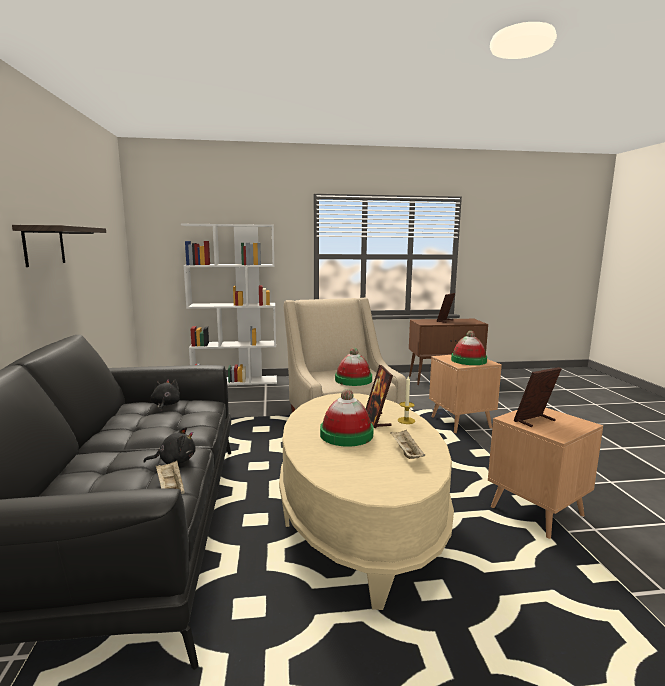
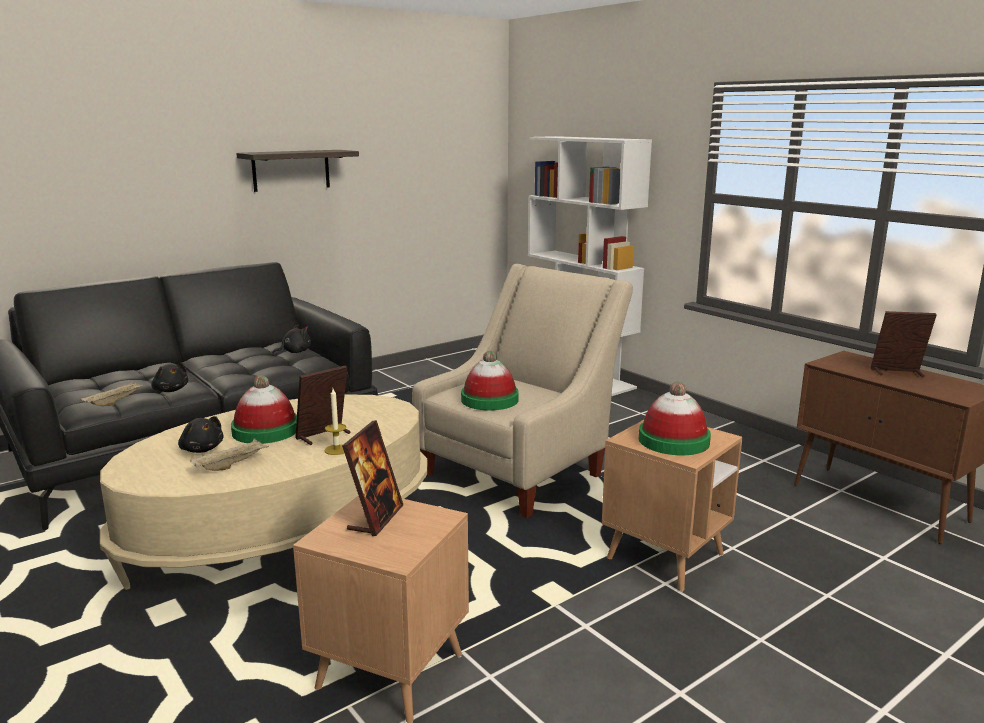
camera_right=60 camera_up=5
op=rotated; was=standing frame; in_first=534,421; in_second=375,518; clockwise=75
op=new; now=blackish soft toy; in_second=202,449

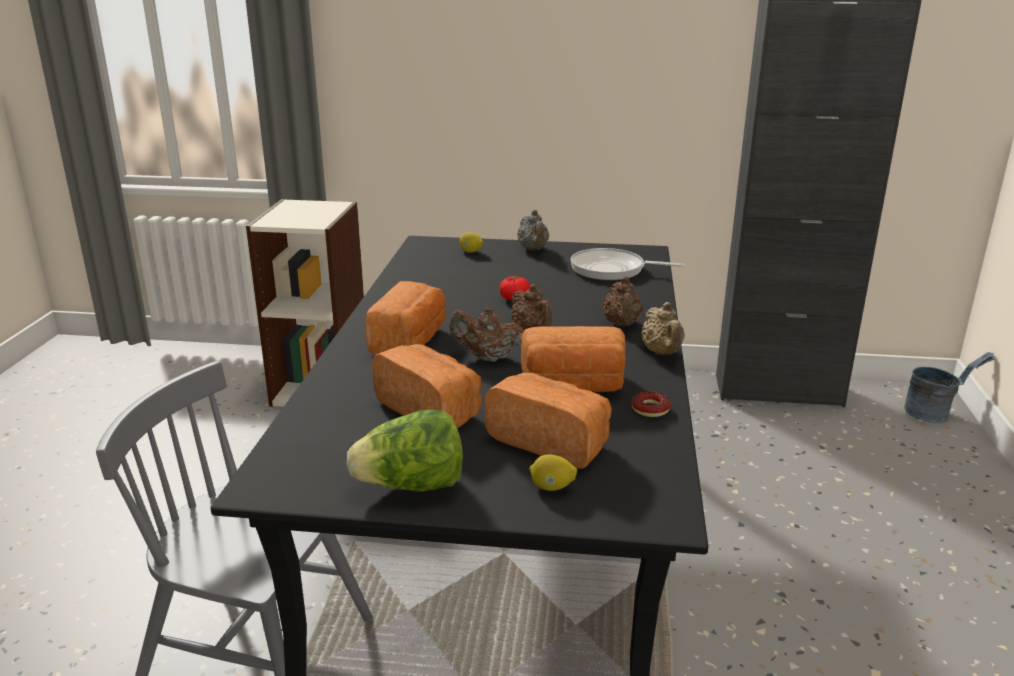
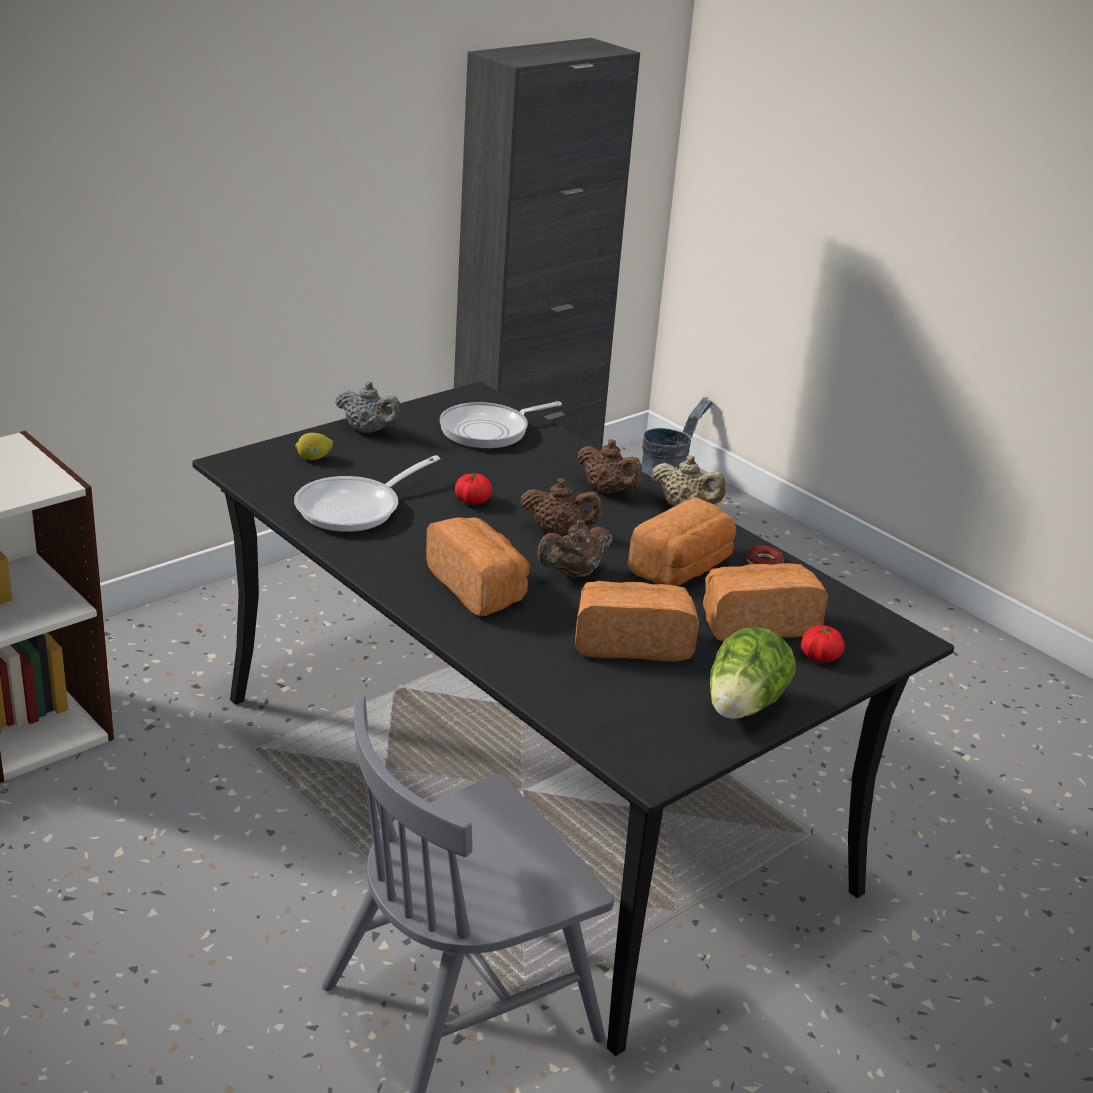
camera_right=-50 camera_up=5
op=swapped; was=lemon; now=tomato; in_first=552,487; in_second=820,657
op=new; now=skillet; in_second=356,508

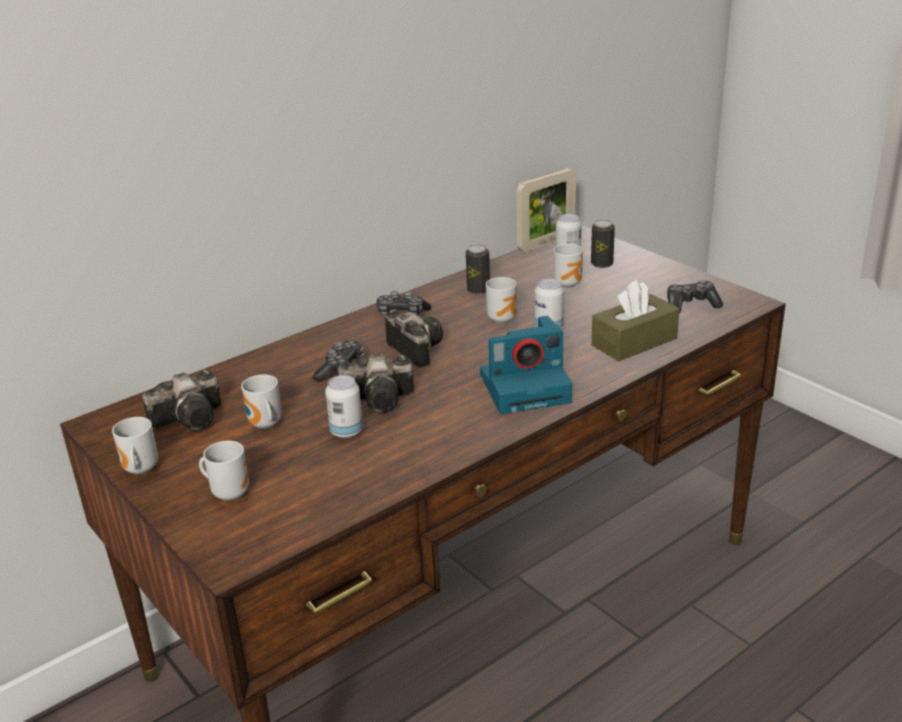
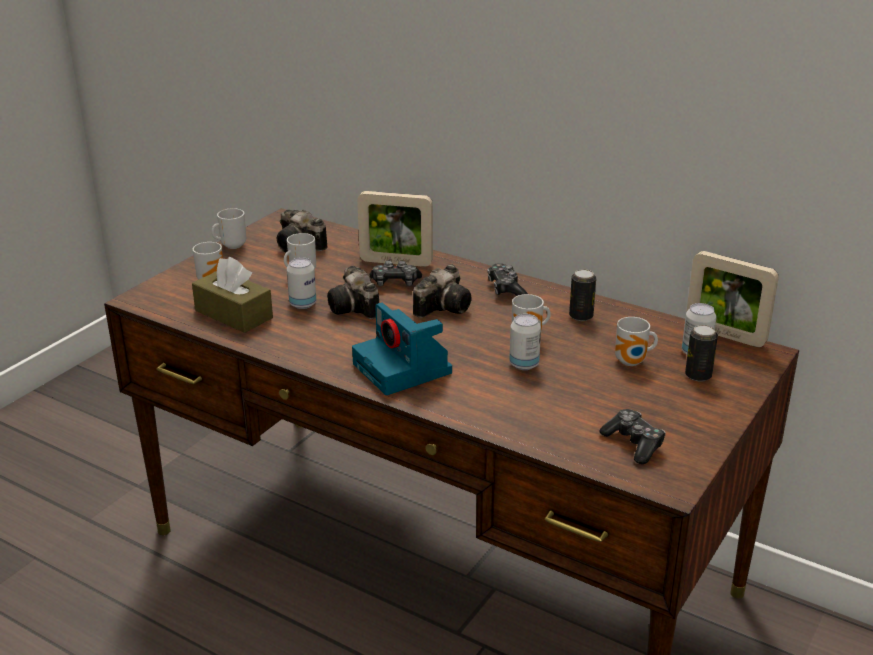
camera_right=70 camera_up=0
op=shifted; was=brown-coloured box of tissues; in_first=634,342; in_second=234,314
op=new; now=standing frame; in_second=396,262

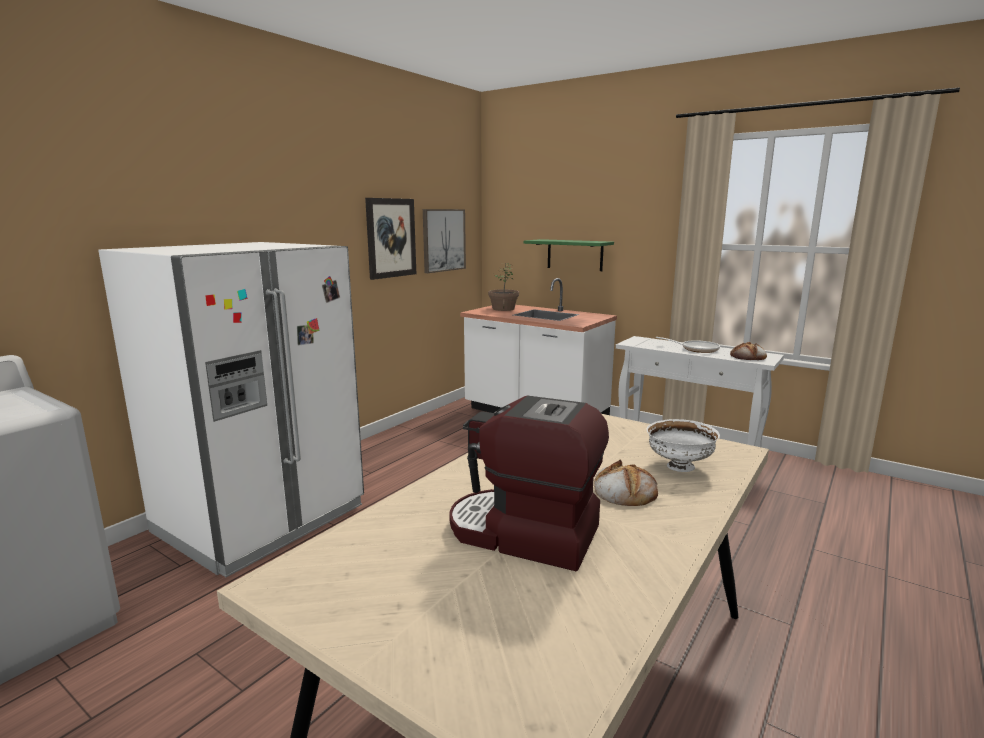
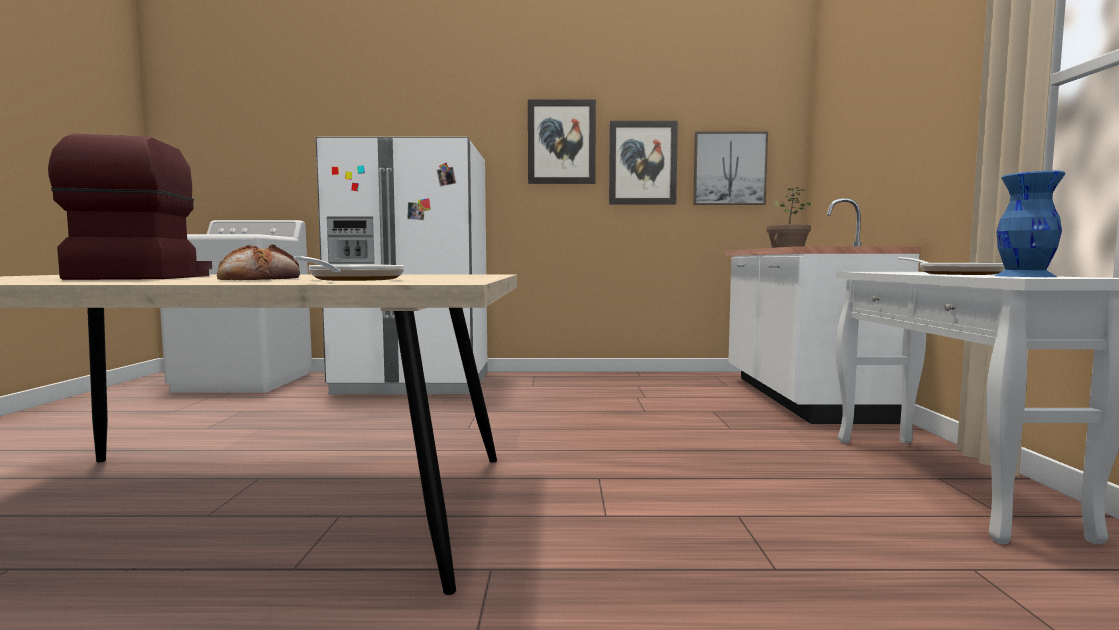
camera_right=55 camera_up=-10
op=gone; was=greenish wall shelf; in_first=574,255
op=swapped; was=bread; now=blue-coloured flower vase; in_first=748,356; in_second=1025,276
op=swapped; was=white deep dish; now=skillet; in_first=679,467; in_second=353,280
op=new; now=wall art; in_second=561,142

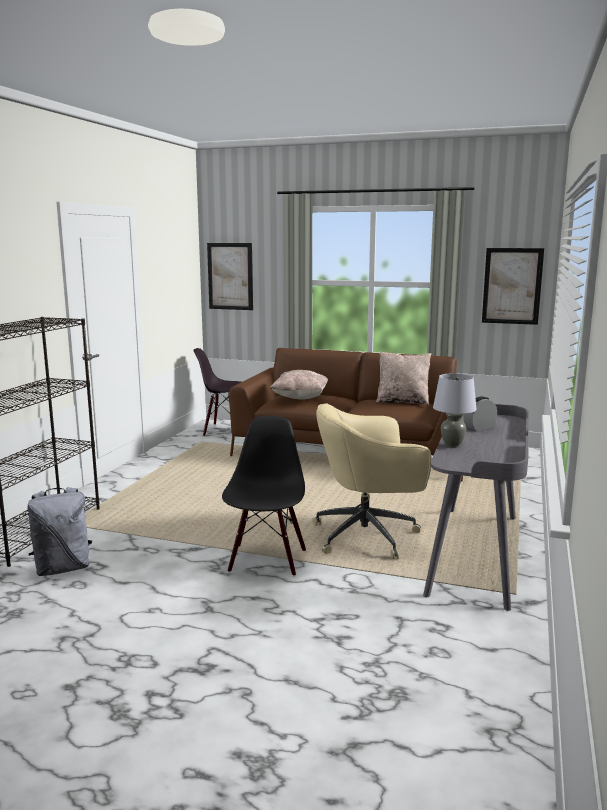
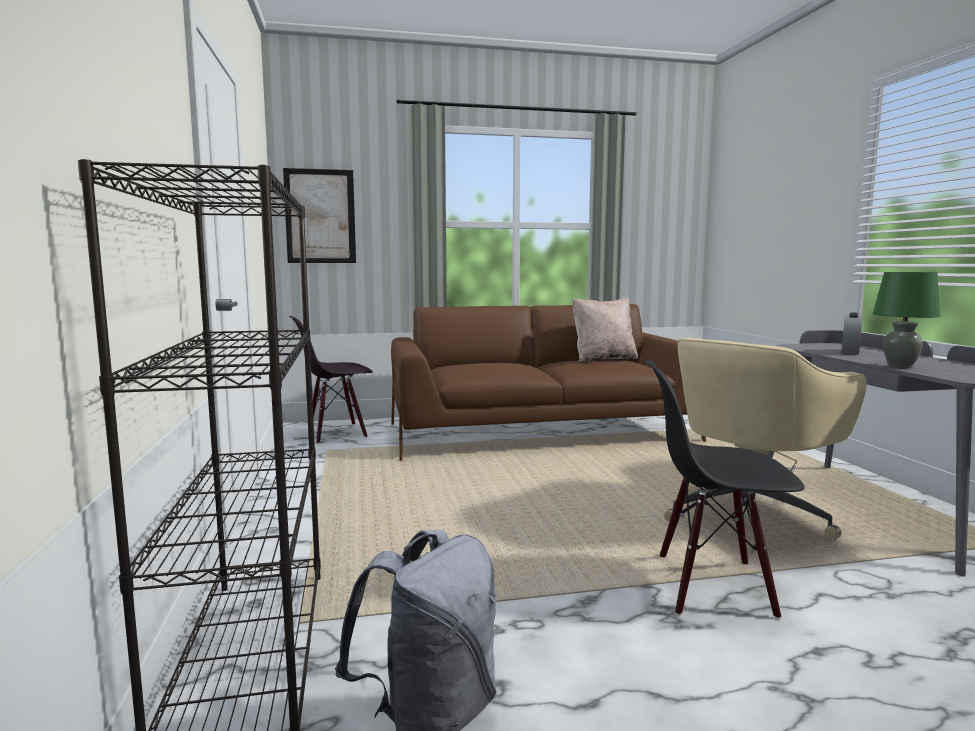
camera_right=-30 camera_up=-5
op=gone; was=wall art; in_first=512,286
op=gone; was=beige-coloured throw pillow; in_first=300,398
op=repainted; was=grey tabletop lamp; now=greenish tabletop lamp; in_first=452,445; in_second=900,366
op=rotated; was=blackish upright chair; in_first=266,560; in_second=713,586; clockwise=-60

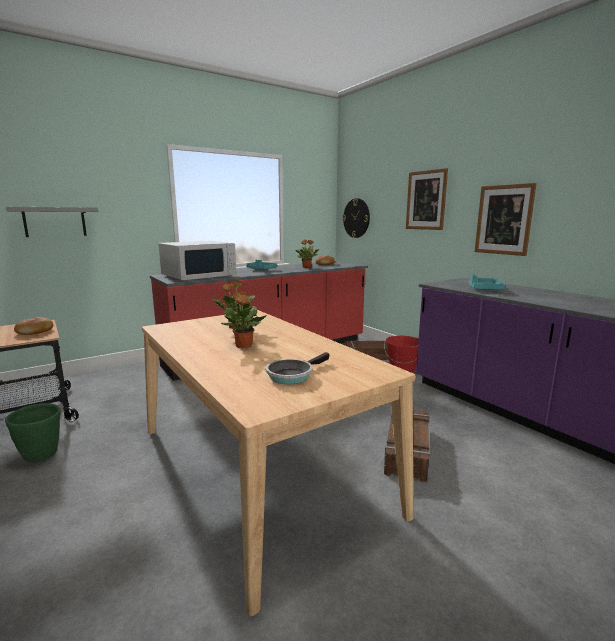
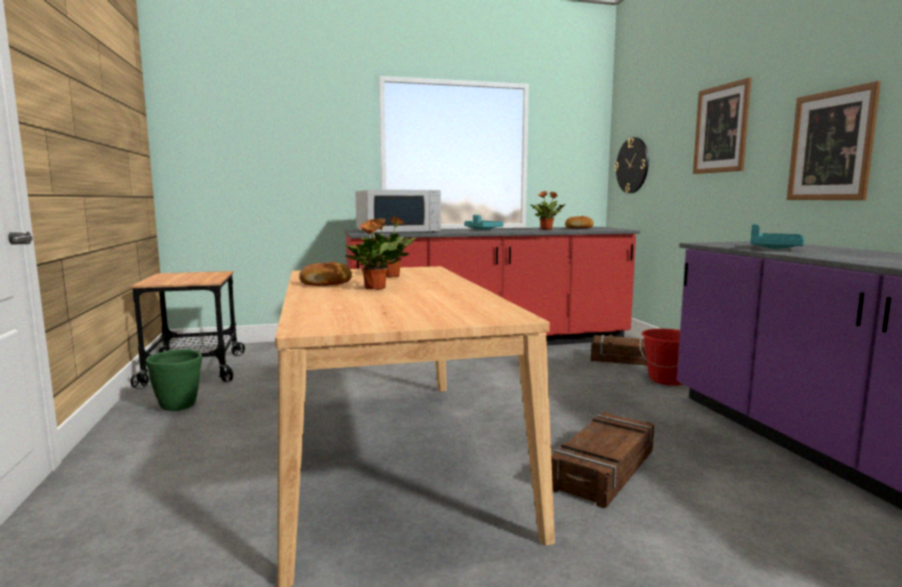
camera_right=20 camera_up=-5
op=gone; was=grey wall shelf; in_first=55,222
op=shifted; was=bread; in_first=35,331; in_second=327,283
op=gone; was=skillet; in_first=292,375

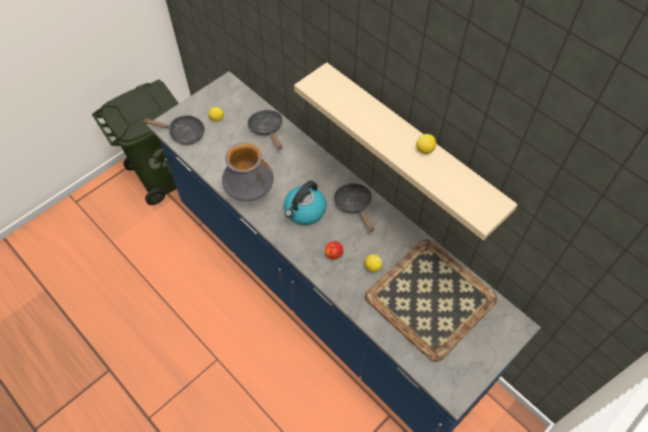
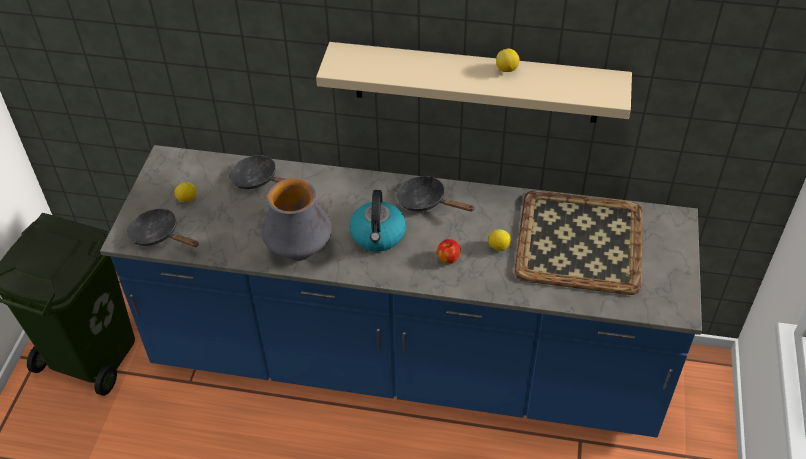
camera_right=-35 camera_up=-10
op=rotated; was=blackish skillet; in_first=183,133; in_second=159,235; clockwise=-120

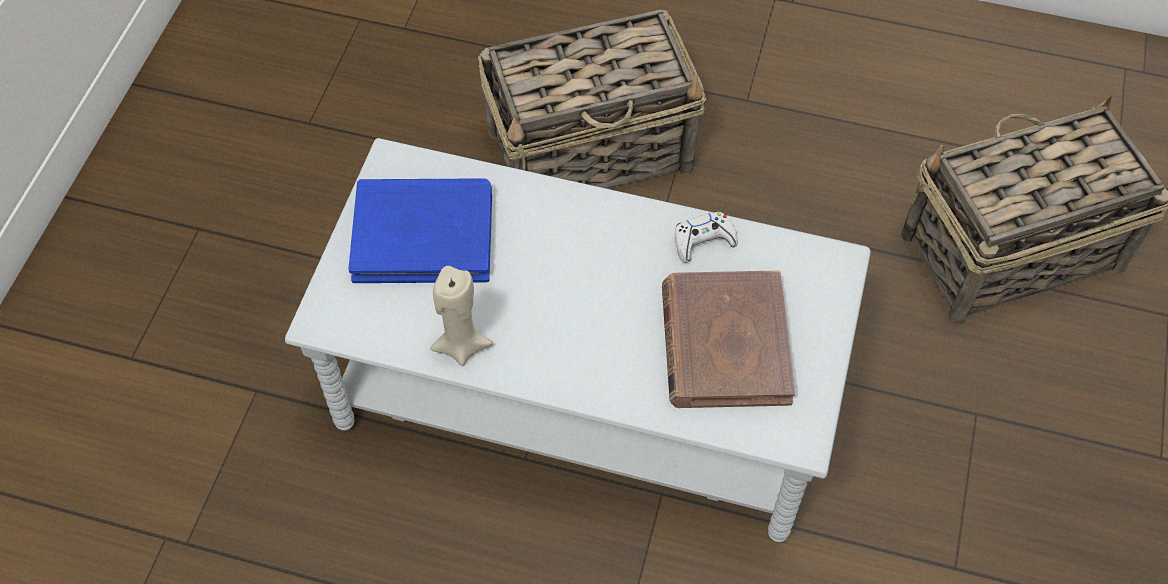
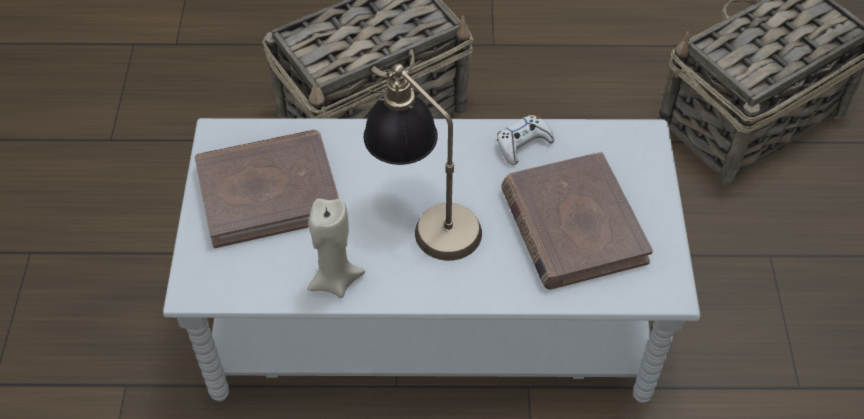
camera_right=-15 camera_up=-5
op=repainted; was=blue-coloured bound book; now=brown-coloured bound book; in_first=423,234; in_second=268,191
op=new; now=tabletop lamp; in_second=424,217

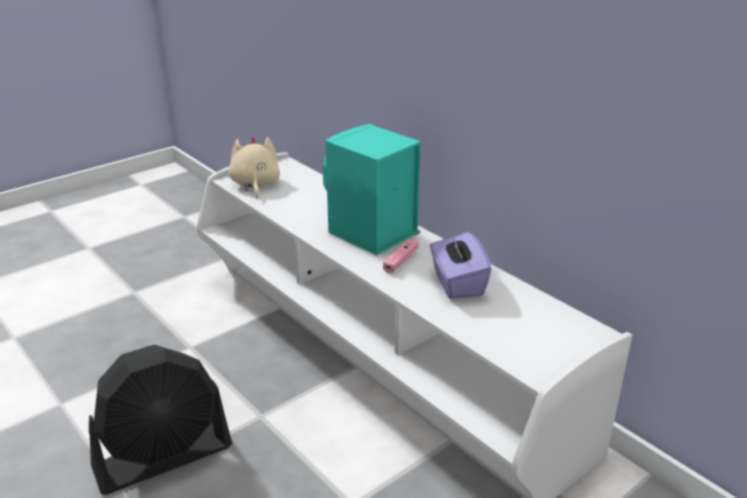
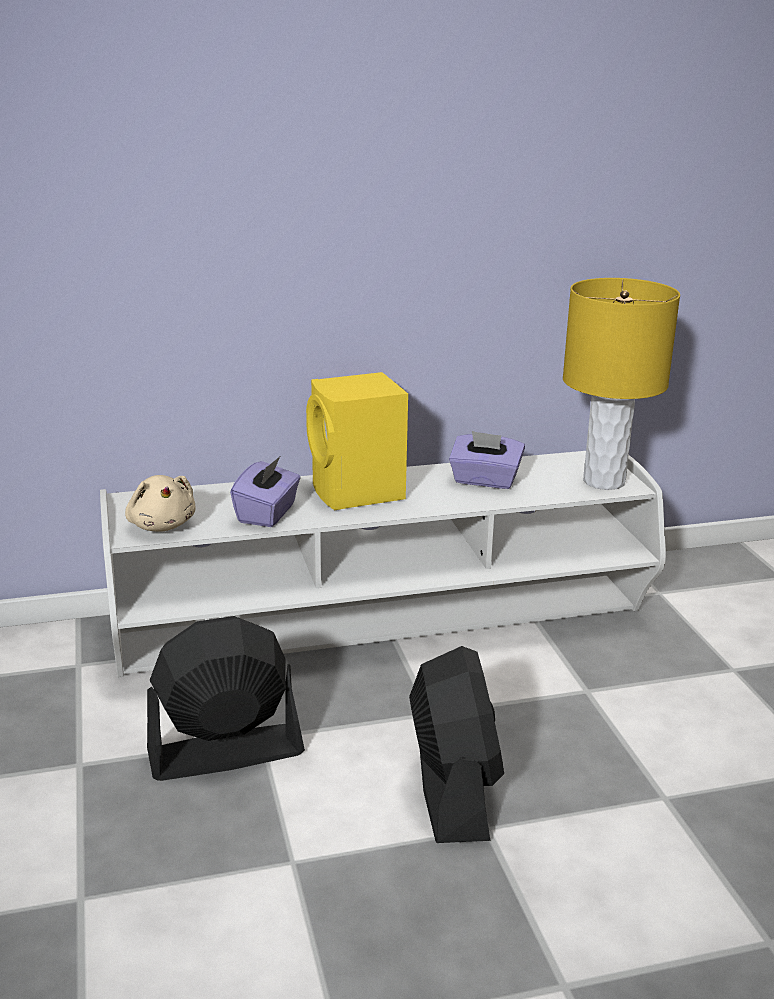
camera_right=-65 camera_up=-5
op=repainted; was=blue-green speaker; now=yellow-coloured speaker; in_first=369,234; in_second=358,493
op=rotated; was=beige-coloured soft toy; in_first=255,184; in_second=162,525; clockwise=-135
op=gone; was=pink-coloured gamepad; in_first=400,261
op=new; now=yellow-coloured tabletop lamp; in_second=603,481
op=new; now=purple box of tissues; in_second=267,513
op=new; now=blackish fan; in_second=225,752

